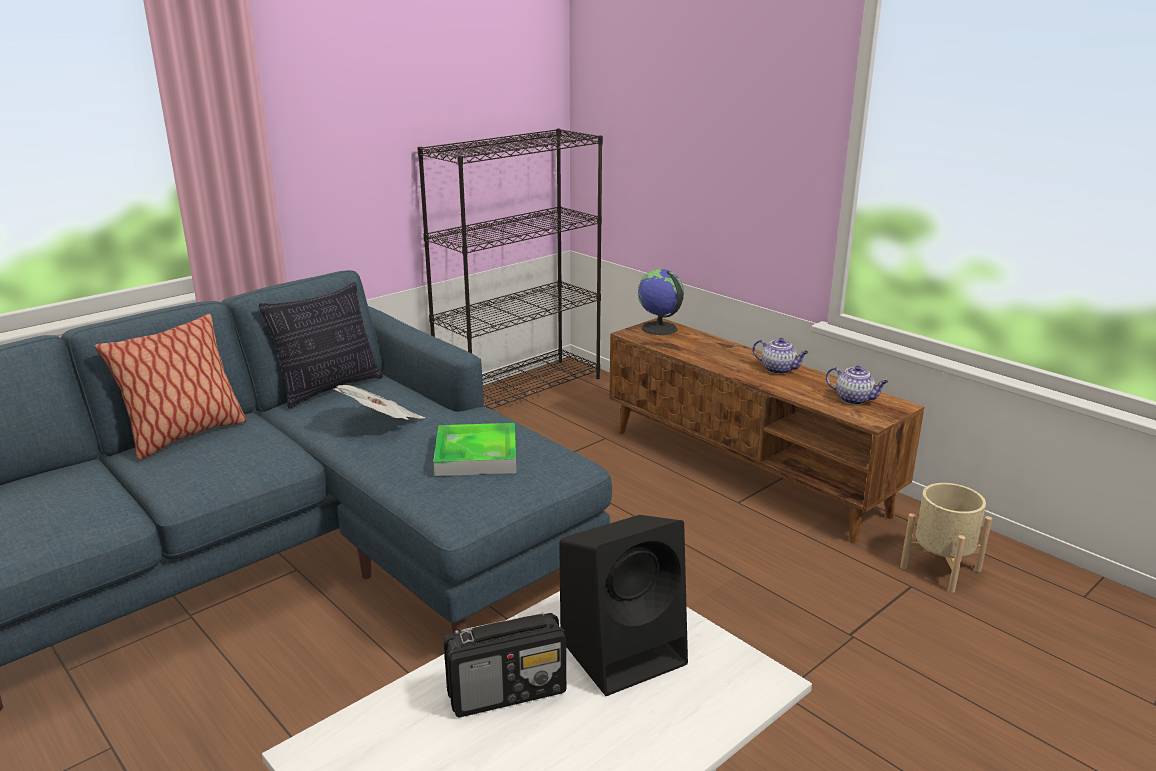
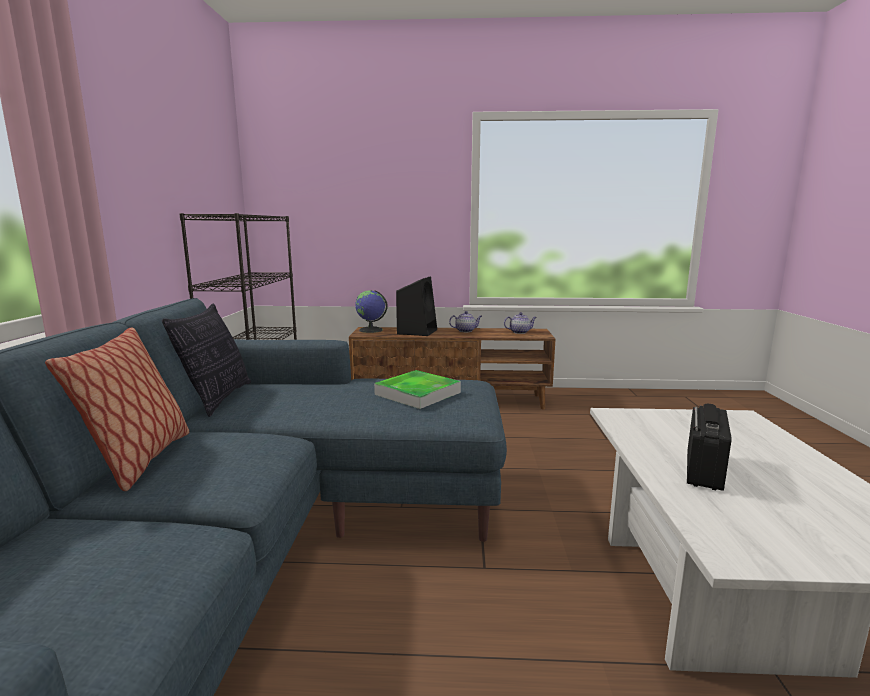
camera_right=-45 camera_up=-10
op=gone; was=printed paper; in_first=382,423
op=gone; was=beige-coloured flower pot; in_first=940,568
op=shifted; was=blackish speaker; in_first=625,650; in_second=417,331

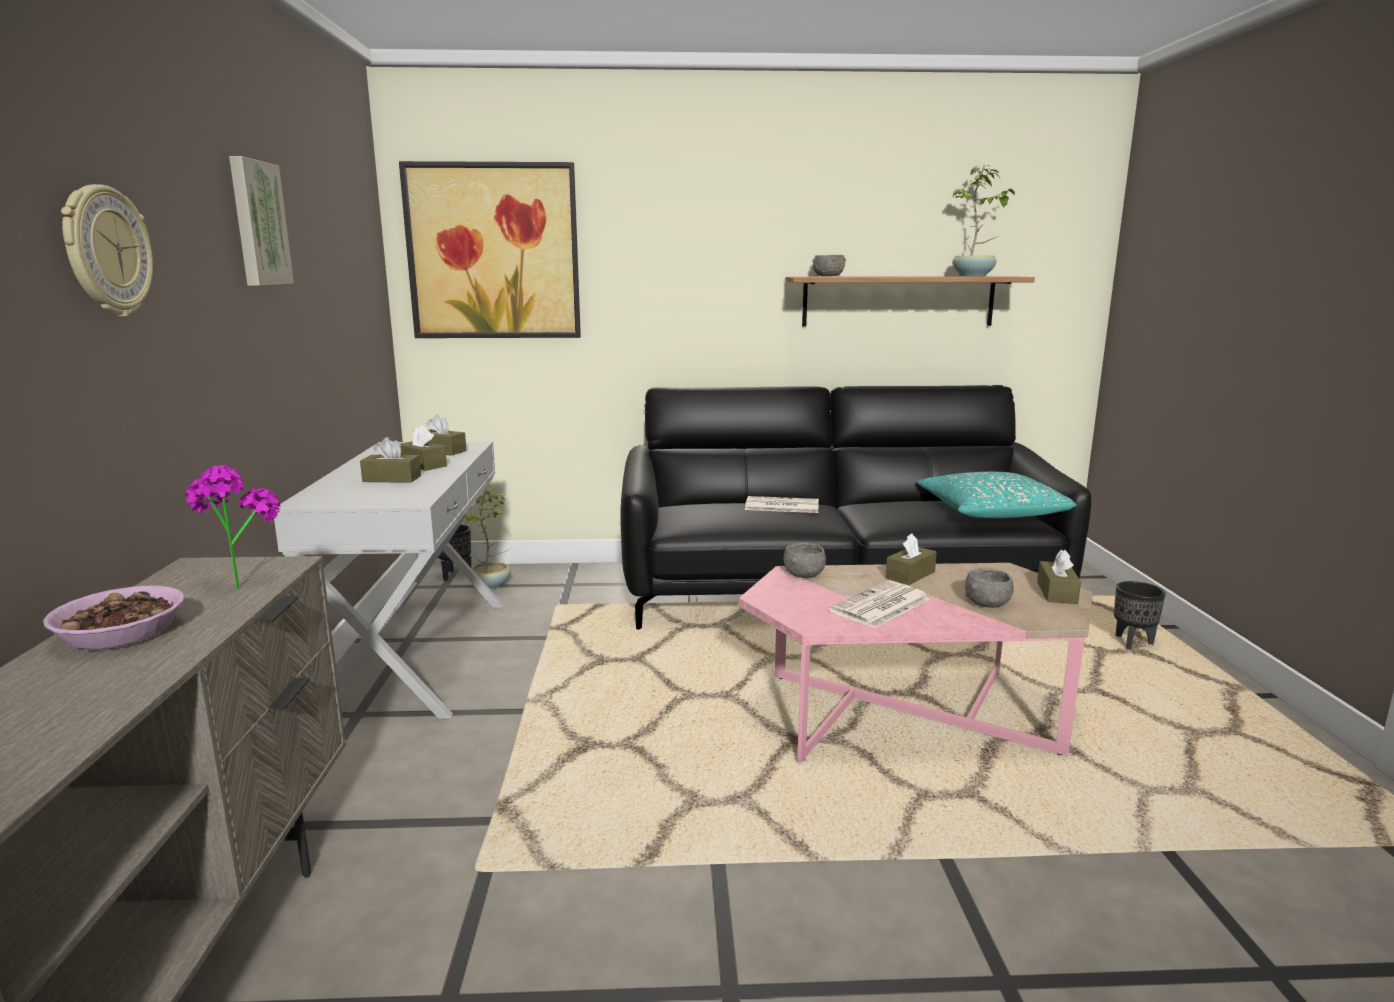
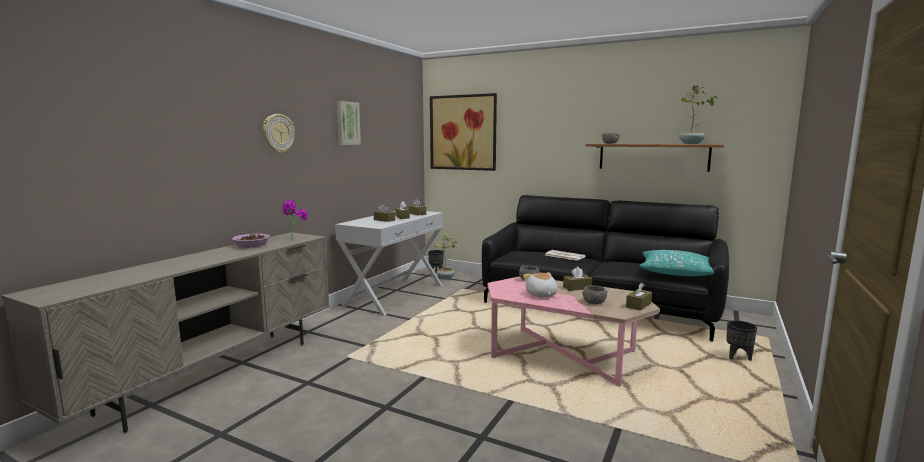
camera_right=30 camera_up=-5
op=swapped; was=printed paper; now=soft toy; in_first=880,606; in_second=541,295

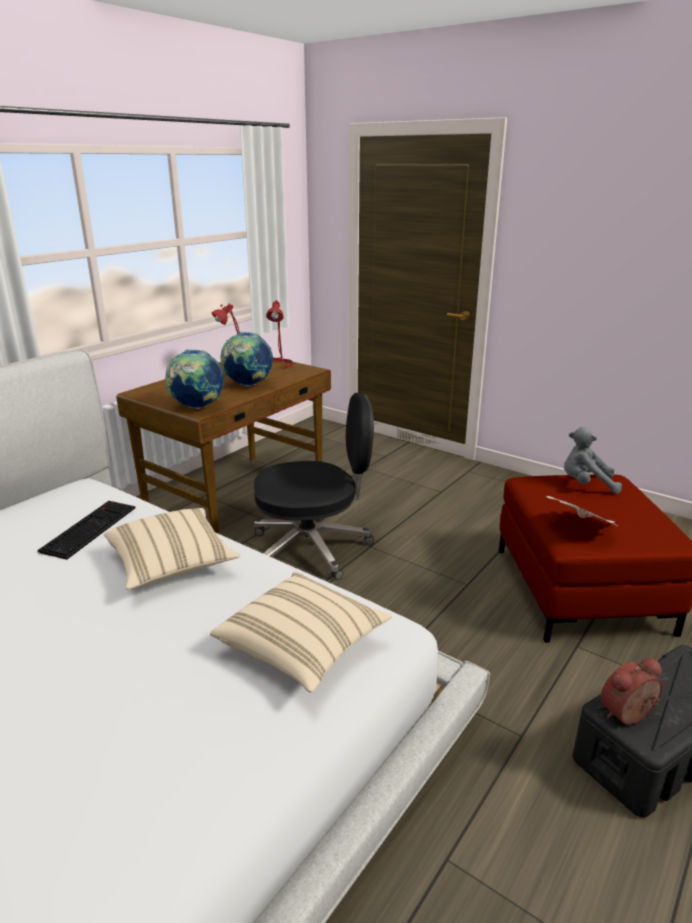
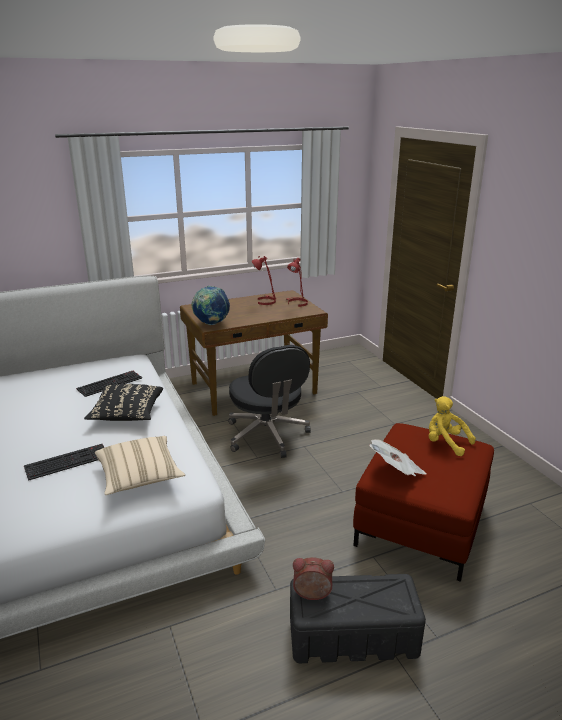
camera_right=30 camera_up=0
op=gone; was=desk globe; in_first=248,385
op=rotated; was=blackish office chair; in_first=313,547; in_second=267,435; clockwise=45
op=repainted; was=grey soft toy; now=yellow-coloured soft toy; in_first=586,484; in_second=445,443
op=repainted; was=beige-coloured throw pillow; now=blackish throw pillow; in_first=172,564; in_second=127,414
op=new; now=keyboard; in_second=67,461

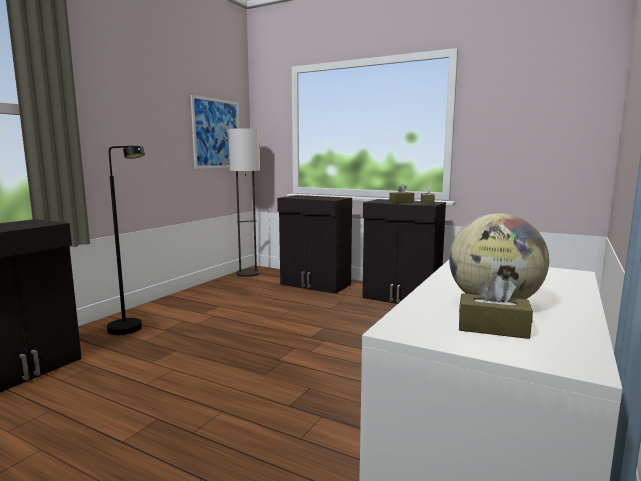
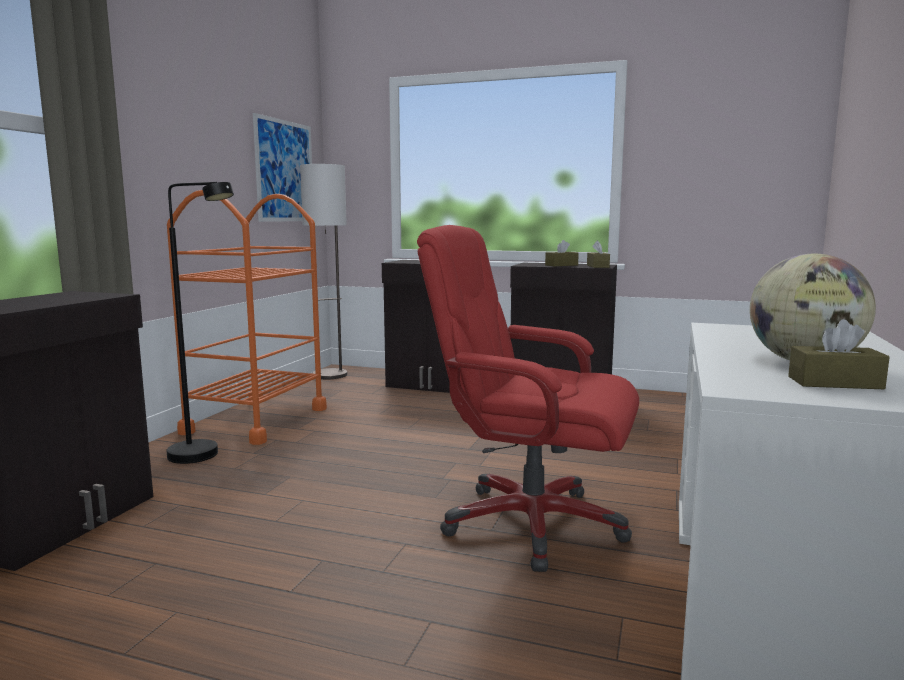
camera_right=-10 camera_up=0
op=new; now=orange-coloured cart; in_second=256,420
op=new; now=reddish office chair; in_second=530,523

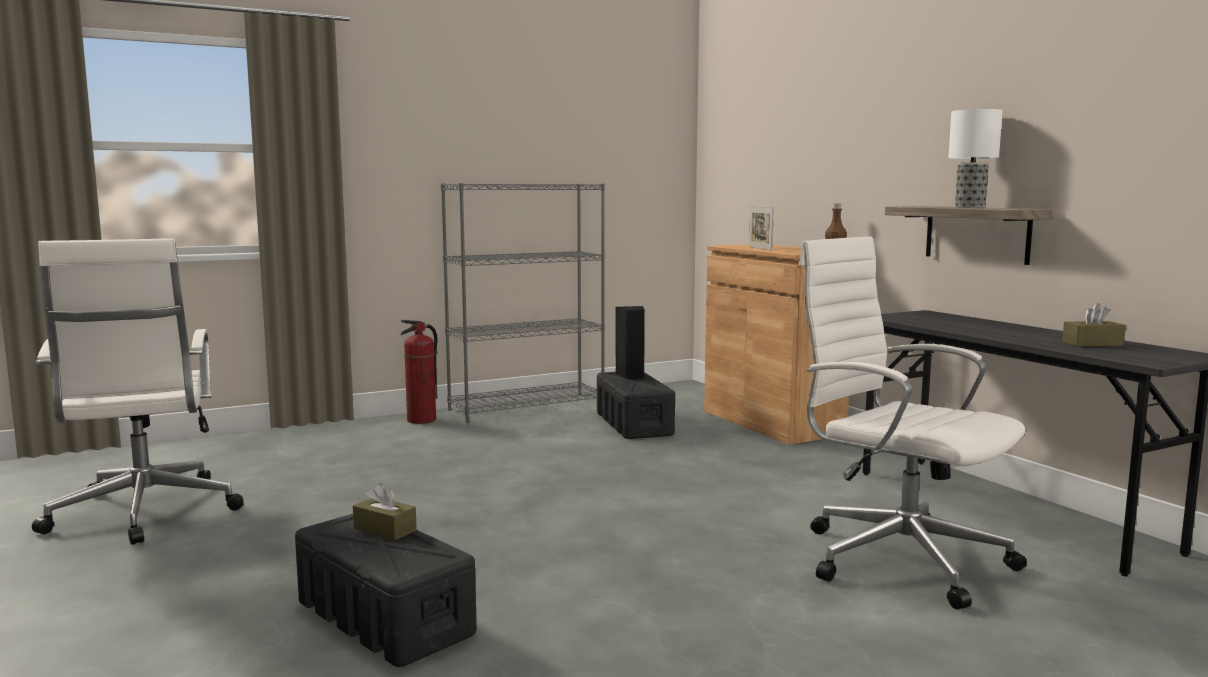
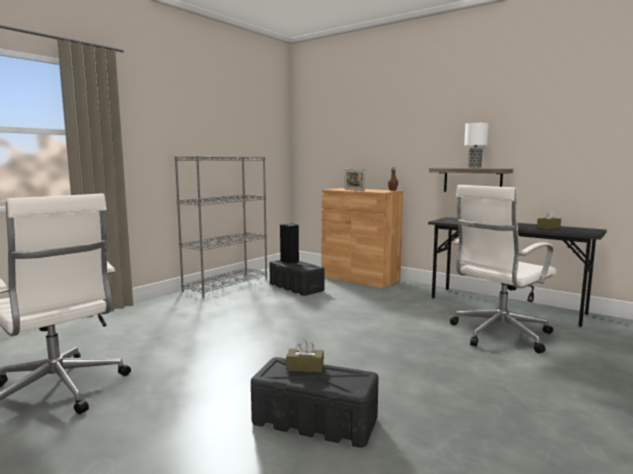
camera_right=-25 camera_up=0
op=rotated; was=white office chair; in_first=898,557; in_second=498,334; clockwise=-60
op=gone; was=fire-fighting cylinder; in_first=421,420

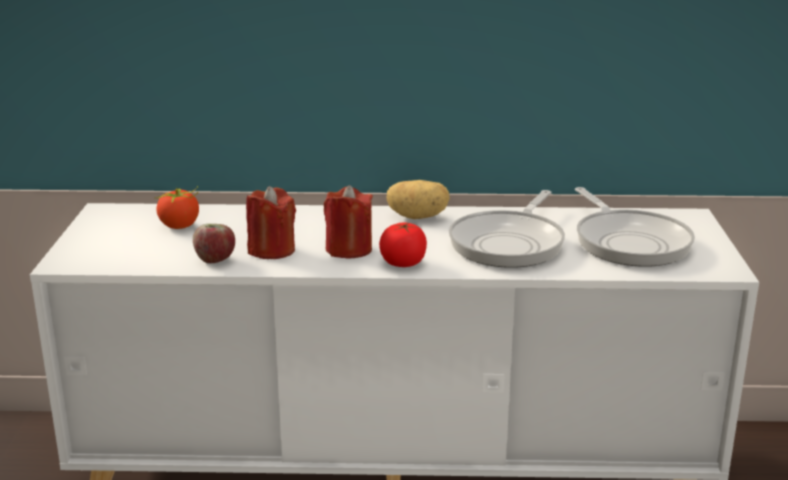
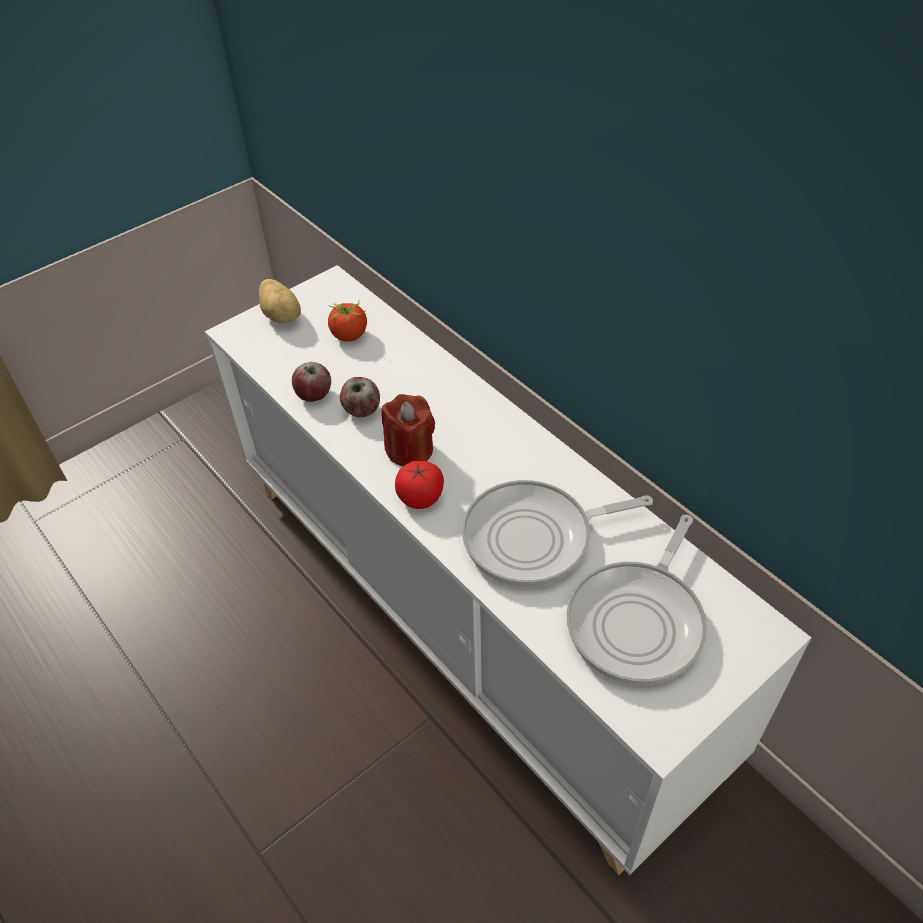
camera_right=50 camera_up=25
op=shifted; was=spud; in_first=418,216; in_second=282,315
op=swapped; was=reddish wax light; now=apple fruit; in_first=271,250; in_second=361,410

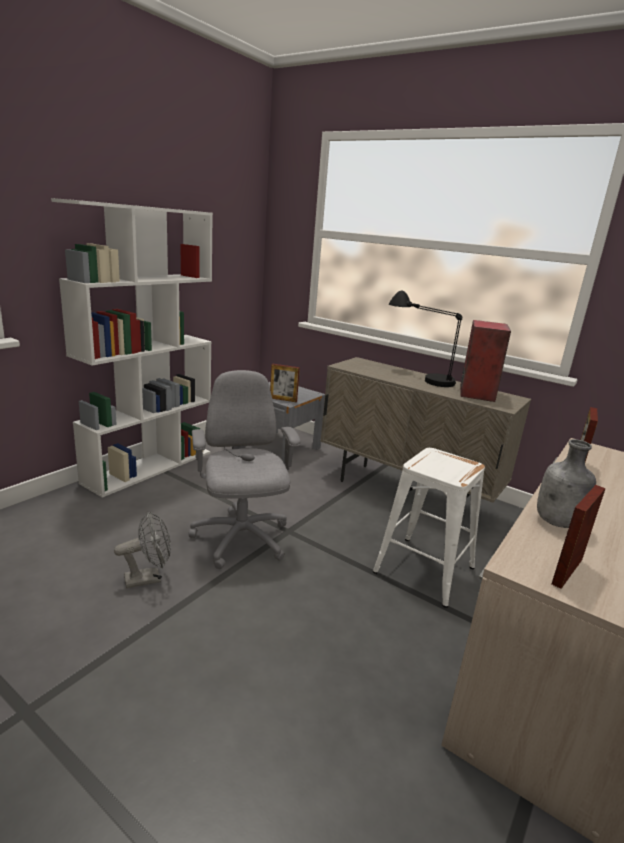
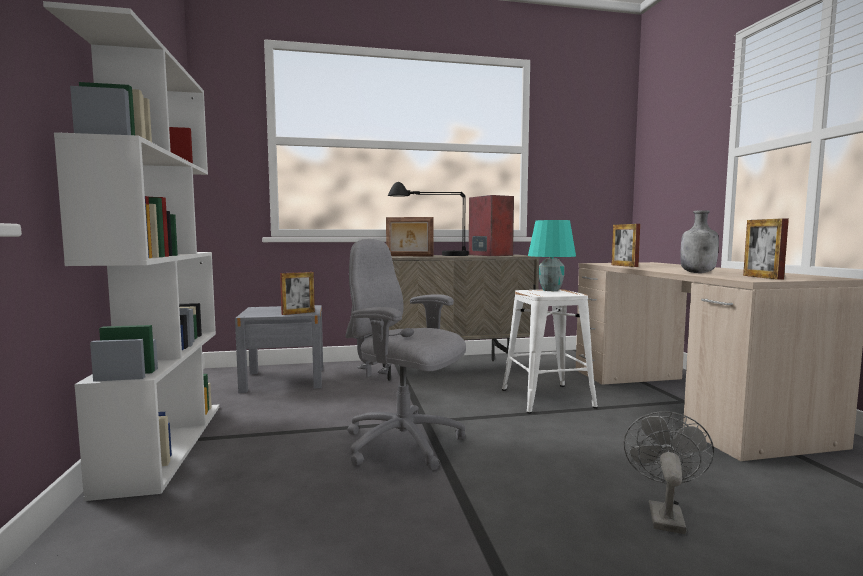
camera_right=-45 camera_up=-15
op=shifted; was=grey fan; in_first=149,578; in_second=664,514
op=new; now=standing frame; in_second=409,256
op=new; now=blue-green tabletop lamp; in_second=550,290

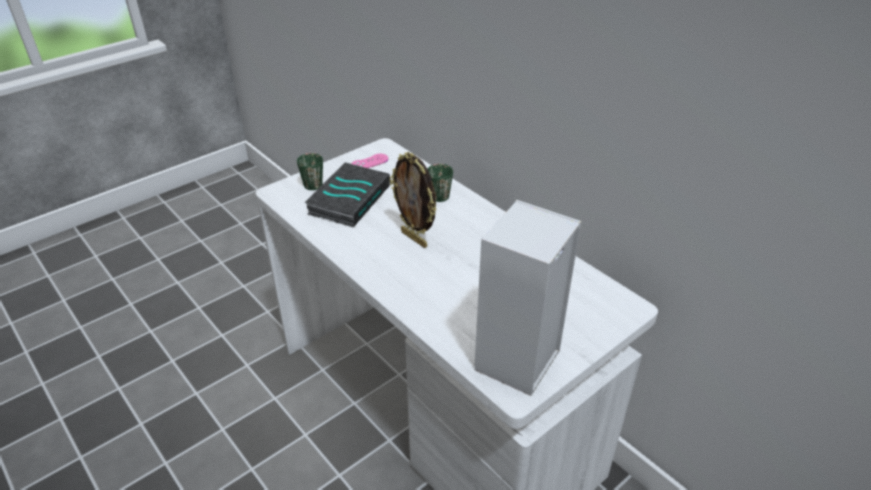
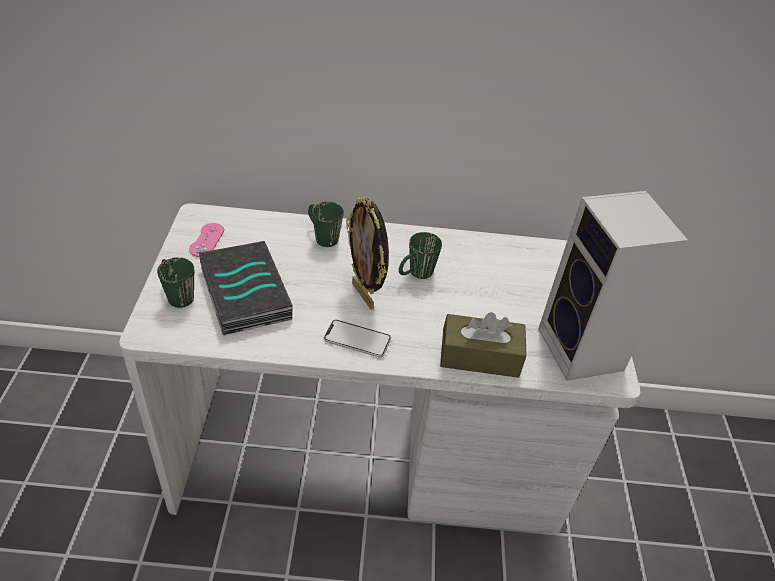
camera_right=-50 camera_up=5
op=rotated; was=standing frame; in_first=415,239; in_second=364,295; clockwise=60
op=new; now=greenish tea mug; in_second=415,274
op=new; now=brown-coloured box of tissues; in_second=479,356
op=new; now=telephone; in_second=357,339

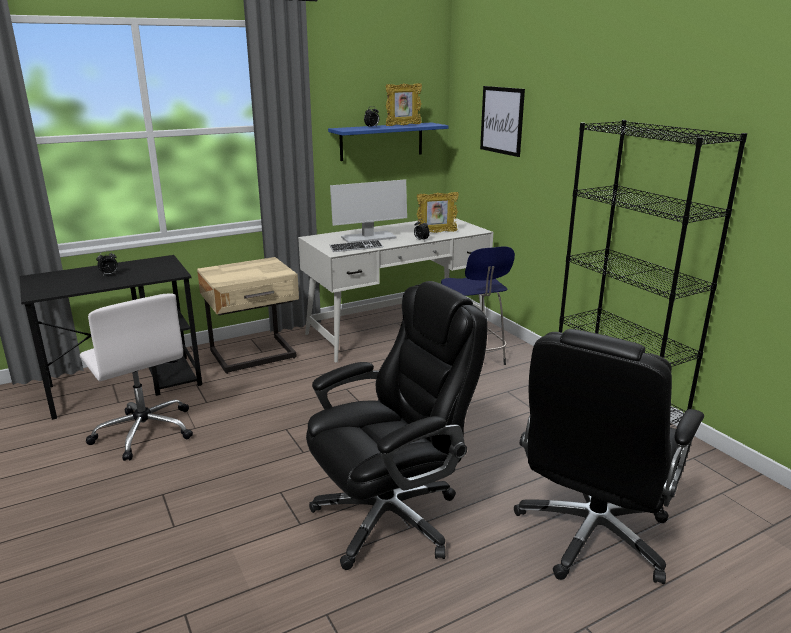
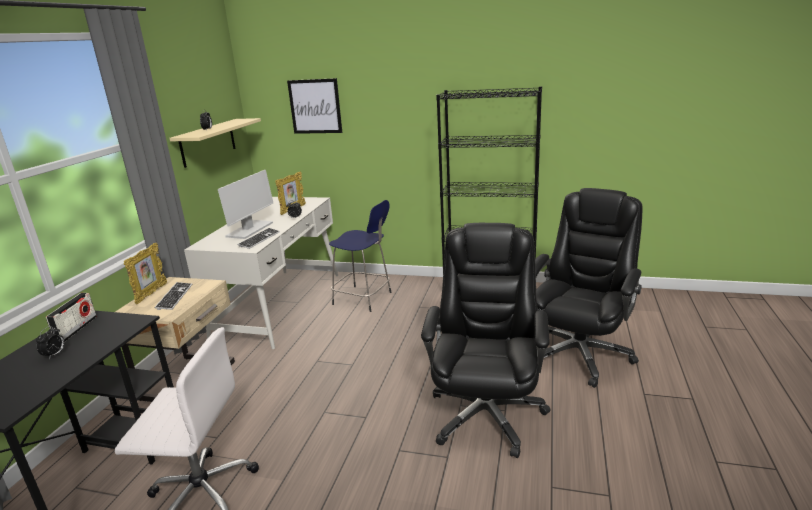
camera_right=-45 camera_up=0
op=shifted; was=standing frame; in_first=403,125; in_second=151,294
op=repainted; was=blue-coloured wall shelf; now=beige-coloured wall shelf; in_first=381,141; in_second=208,142
op=rotated; was=blackish office chair; in_first=592,536; in_second=580,353; clockwise=-135
op=new; now=keyboard; in_second=174,297
op=new; now=radio set; in_second=76,329

